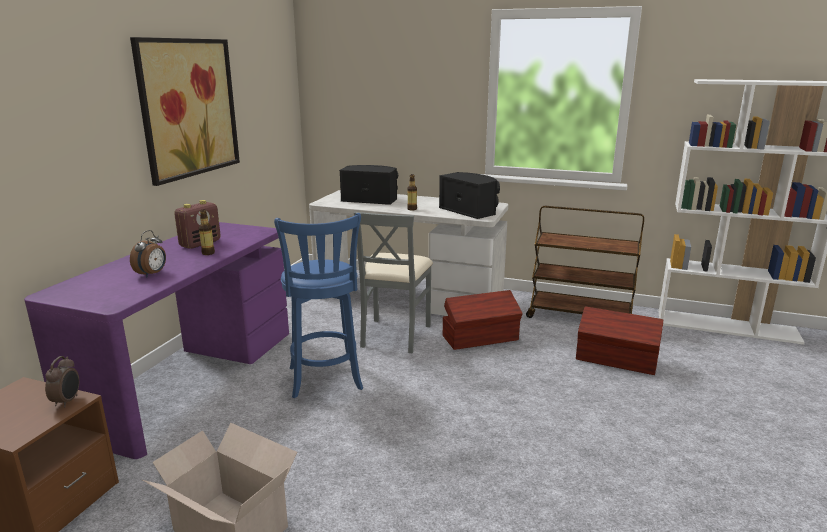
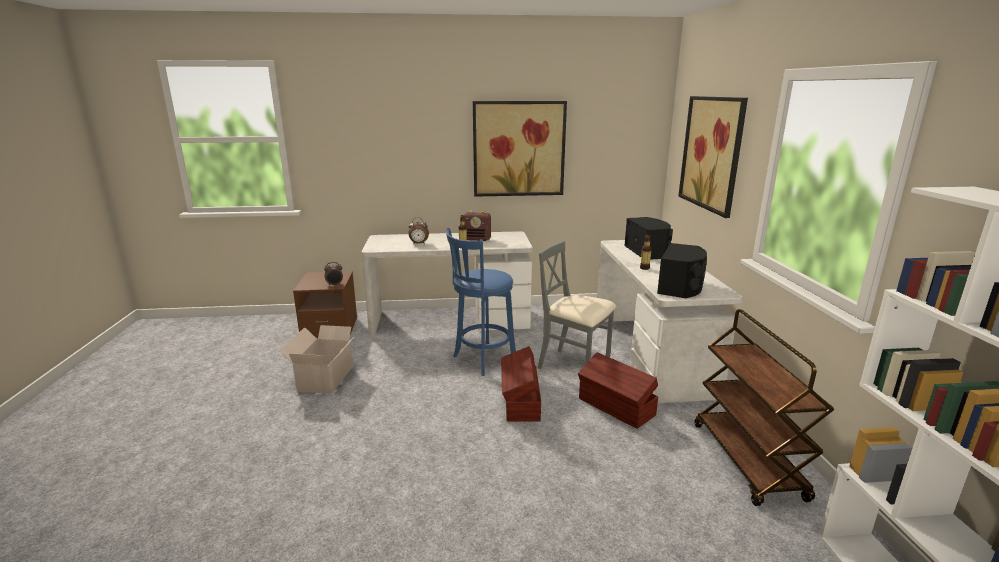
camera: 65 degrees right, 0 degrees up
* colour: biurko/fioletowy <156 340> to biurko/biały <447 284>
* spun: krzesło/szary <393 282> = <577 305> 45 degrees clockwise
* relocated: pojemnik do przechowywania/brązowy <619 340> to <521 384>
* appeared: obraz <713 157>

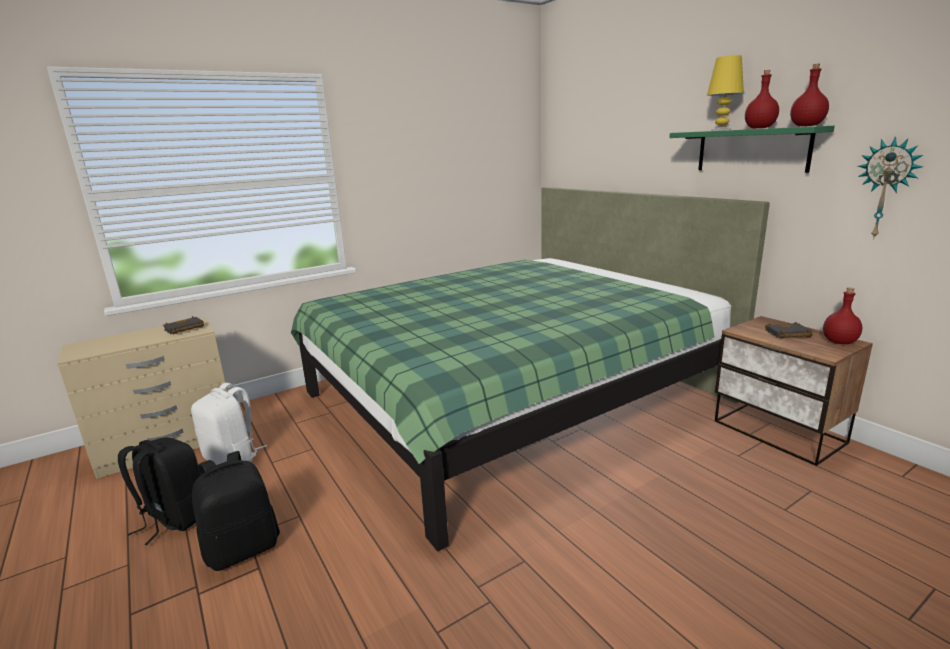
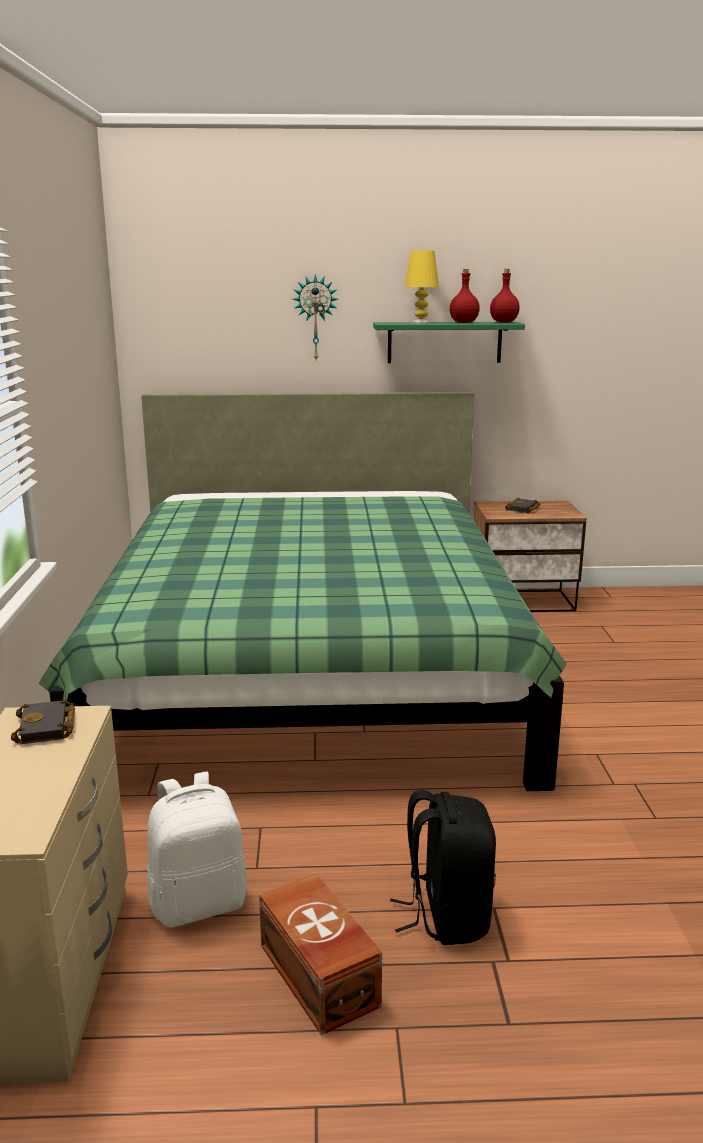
camera: 60 degrees left, 0 degrees up
* exchanged: plecak/czarny <159 491> to pojemnik do przechowywania/brązowy <320 954>
* missing: butelka/czerwony <842 316>
* relocated: zegar ścienny <890 187> to <315 317>

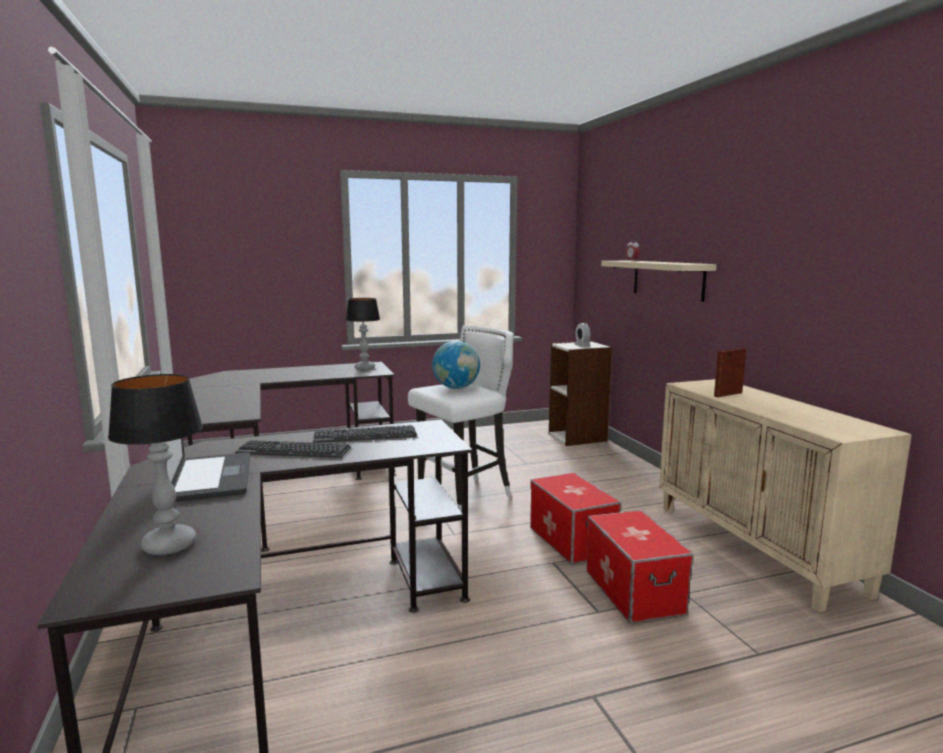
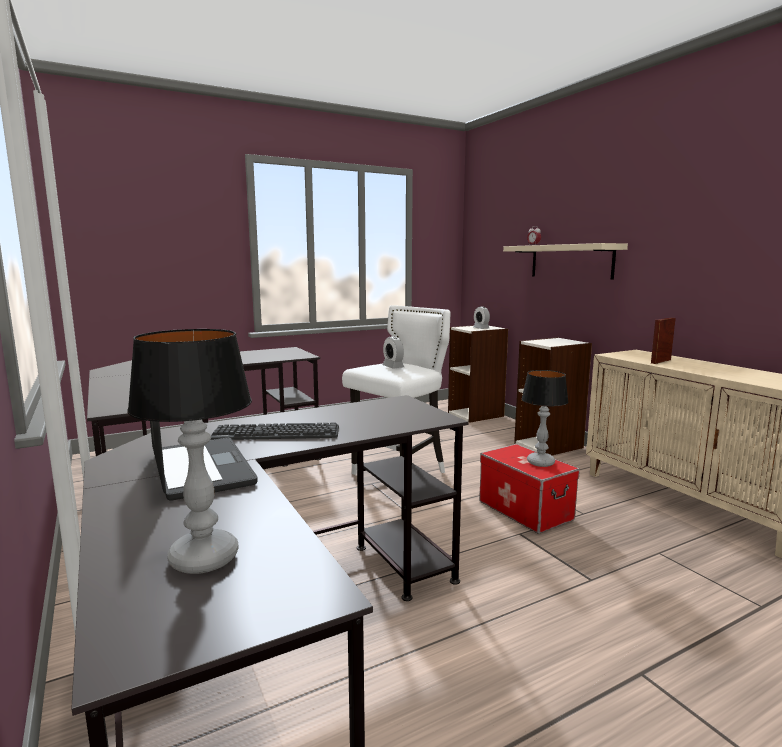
camera: 10 degrees left, 0 degrees up
* missing: klawiatura <365 434>
* relocated: lampa stołowa <363 334> to <544 418>
* exchanged: globus <456 365> to budzik <393 352>
* missing: pojemnik do przechowywania <640 566>
* appeared: regał <553 396>

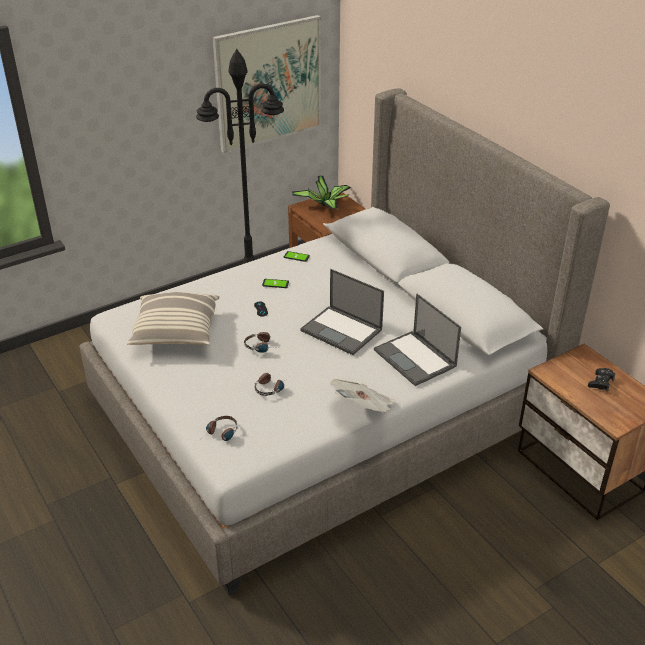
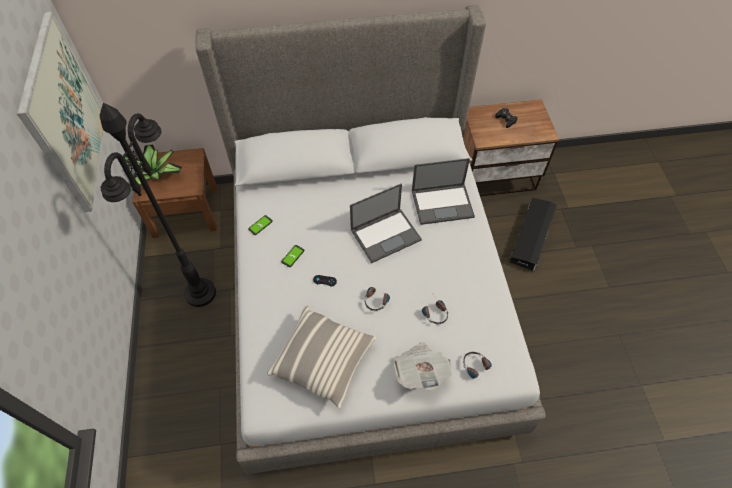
camera: 65 degrees left, 20 degrees up
* relocated: gazeta <363 396> to <423 367>
* appeared: pojemnik do przechowywania/czarny <533 234>

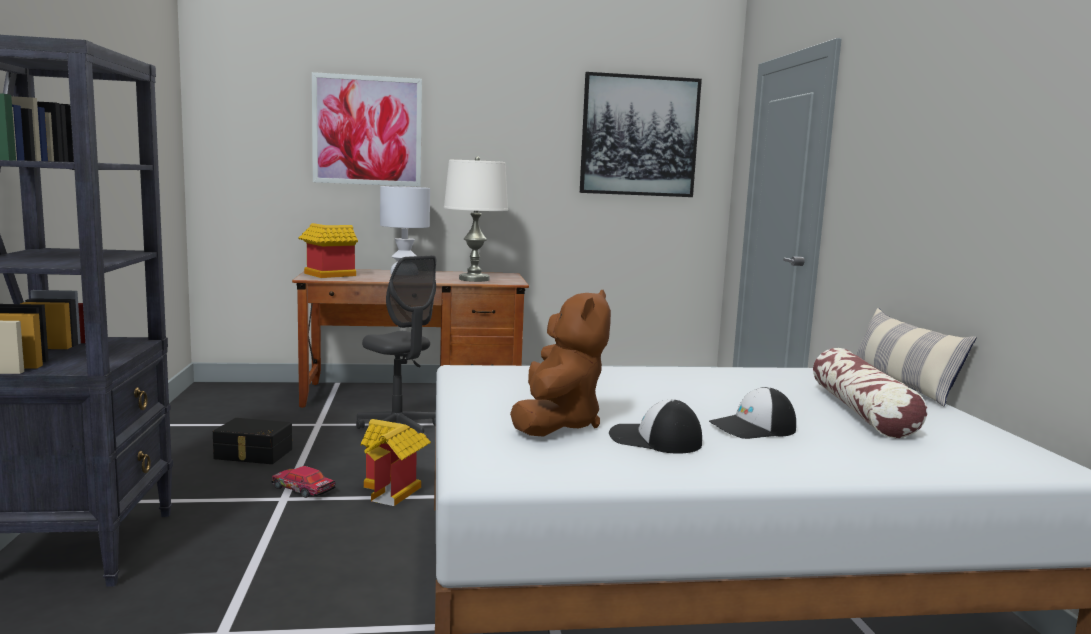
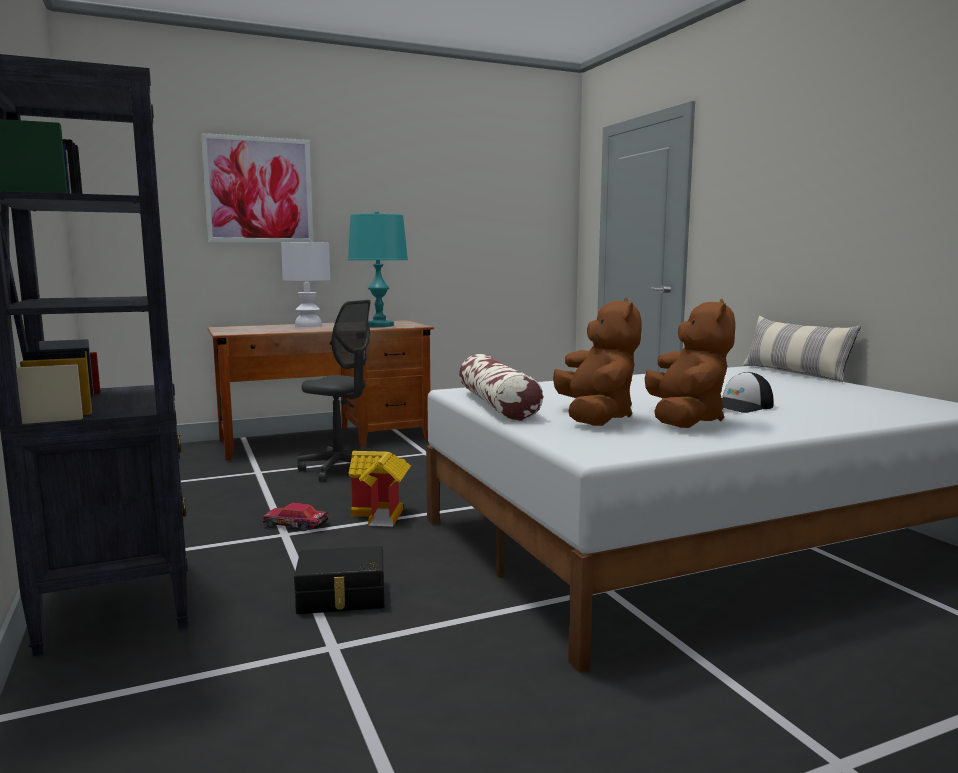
camera: 15 degrees left, 0 degrees up
* relocated: pojemnik do przechowywania/czarny <252 441> to <339 580>
* missing: domek <328 250>
* colour: lampa stołowa/biały <476 219> to lampa stołowa/turkusowy <378 269>
* missing: obraz <641 134>
* exchanged: czapka z daszkiem <655 427> to pluszak/brązowy <690 363>
* relocated: poduszka <870 393> to <501 387>

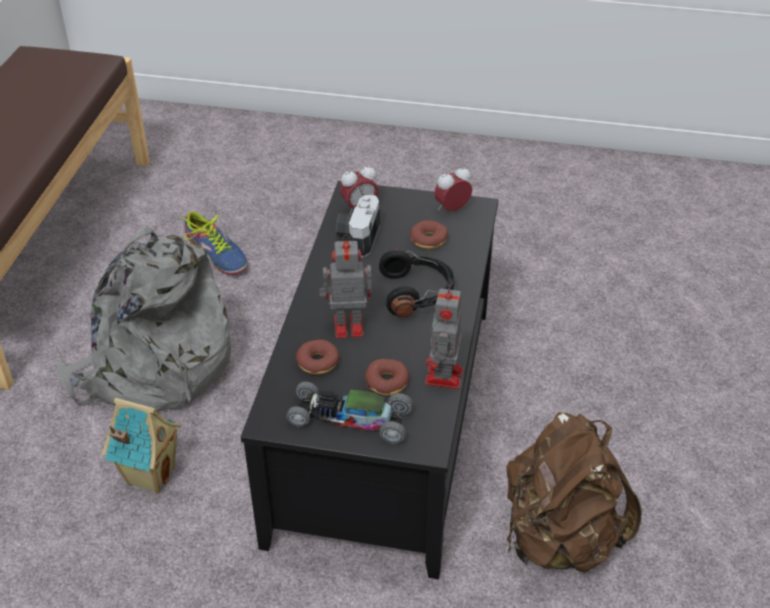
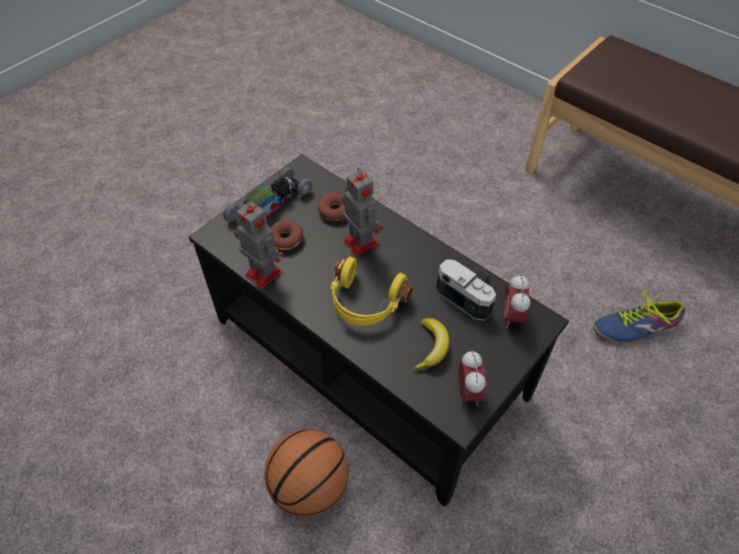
camera: 120 degrees right, 10 degrees up
* missing: plecak/szary <143 319>
* missing: domek <141 446>
* spun: robot zabawkowy <345 286> = <362 211> 60 degrees counterclockwise
* colour: słuchawki/czarny <417 283> to słuchawki/żółty <371 291>
* exchanged: donut <429 234> to banan <430 344>
* missing: plecak/brązowy <574 492>
* appeared: piłka do koszykówki <306 473>

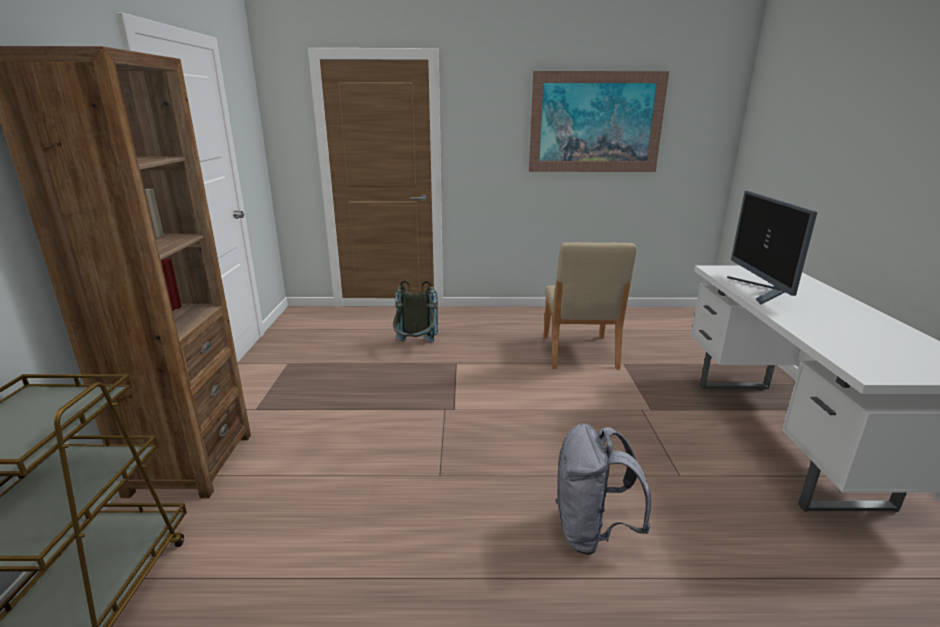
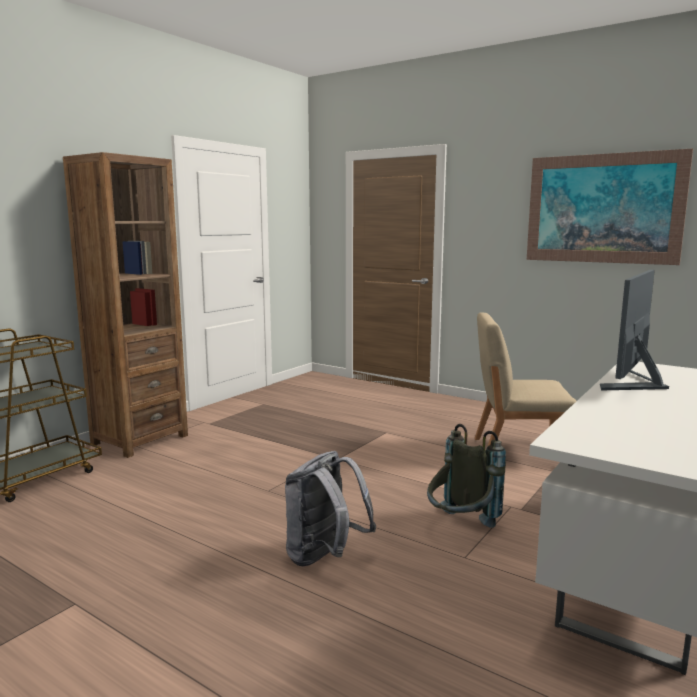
camera: 35 degrees right, 10 degrees down
* relocated: plecak/szary <415 311> to <466 476>
* spun: krzesło/beżowy <590 306> = <525 379> 60 degrees clockwise

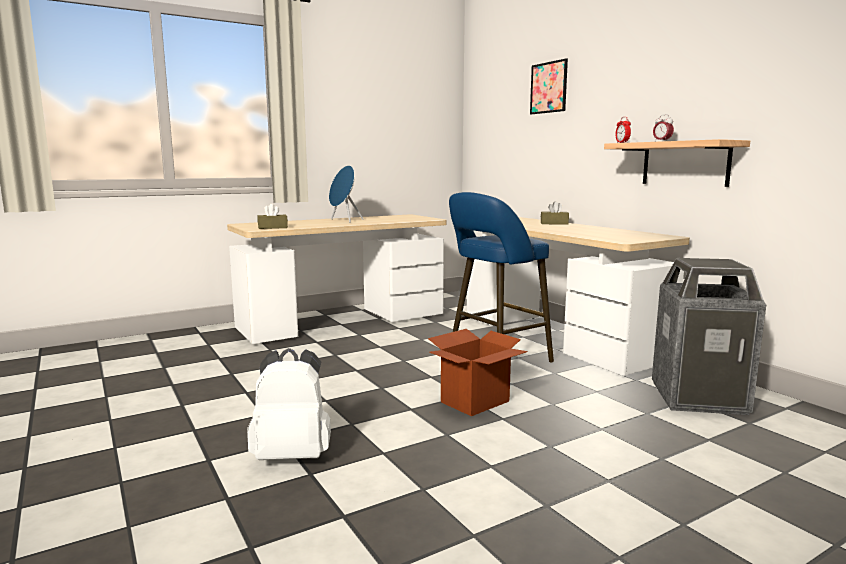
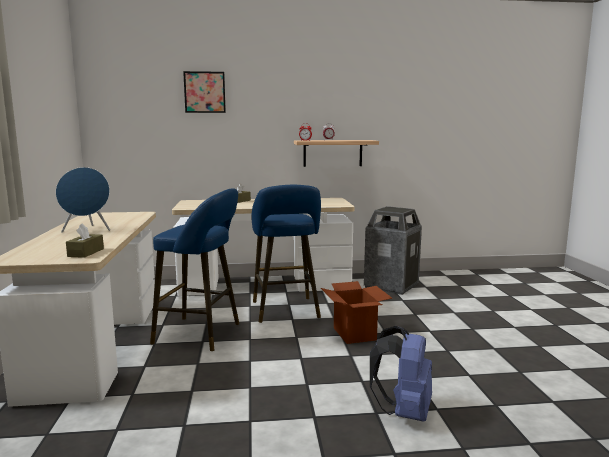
camera: 65 degrees left, 0 degrees up
* colour: plecak/biały <289 404> to plecak/niebieski <401 374>
* appeared: stołek/niebieski <194 269>

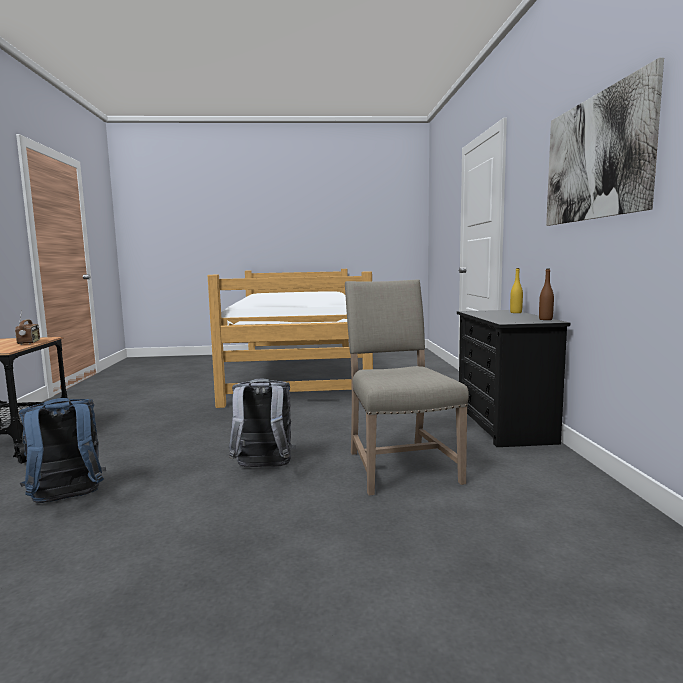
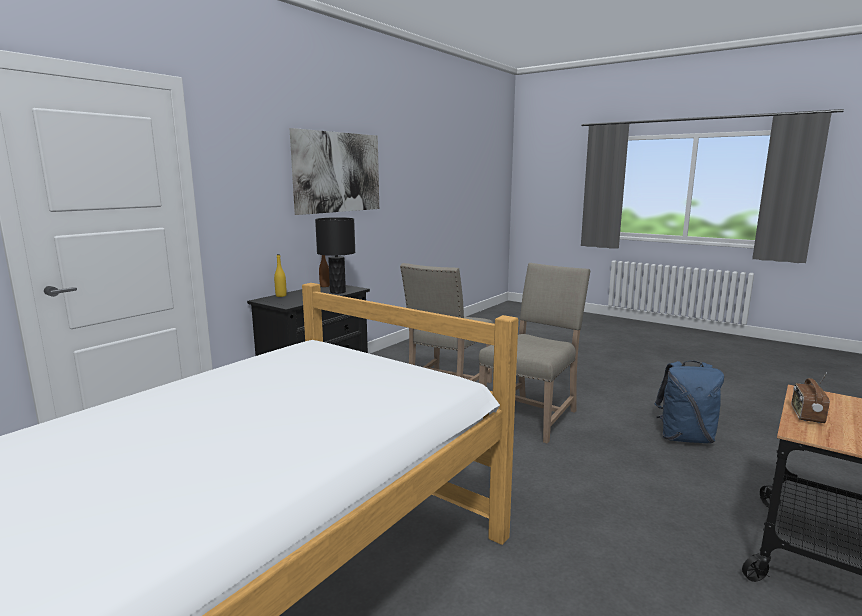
camera: 140 degrees left, 5 degrees up
* exchanged: plecak/szary <262 423> to krzesło/beżowy <535 353>
* appeared: lampa stołowa/czarny <335 255>

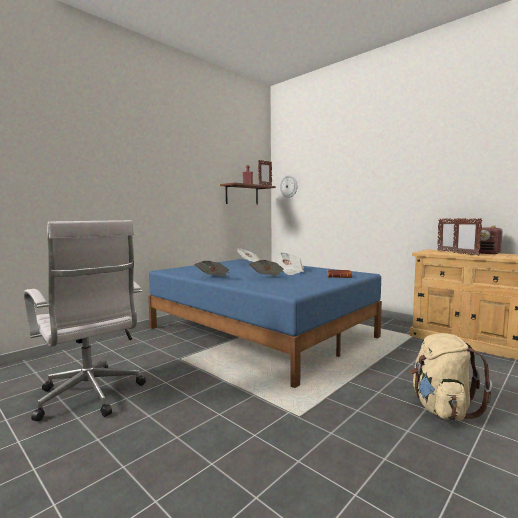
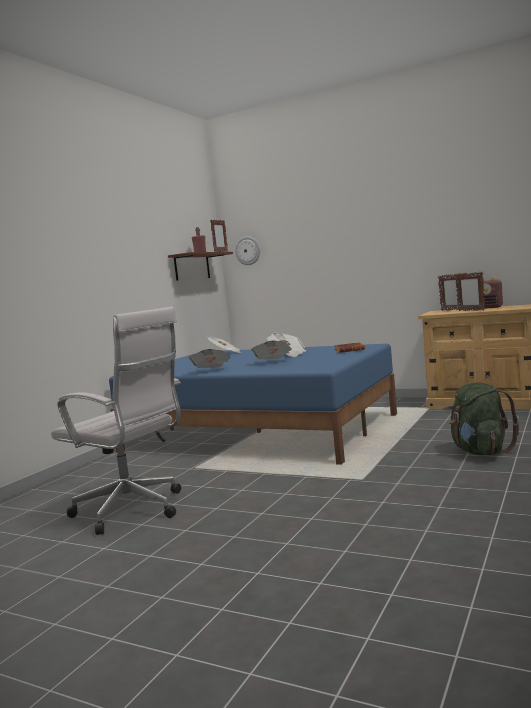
camera: 15 degrees left, 0 degrees up
* colour: plecak/beżowy <450 376> to plecak/zielony <484 418>

